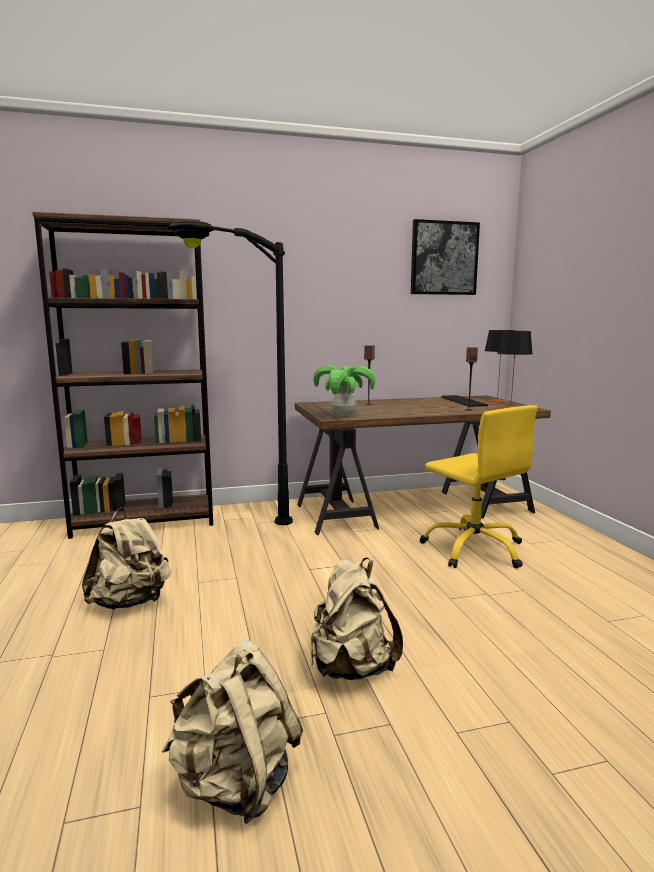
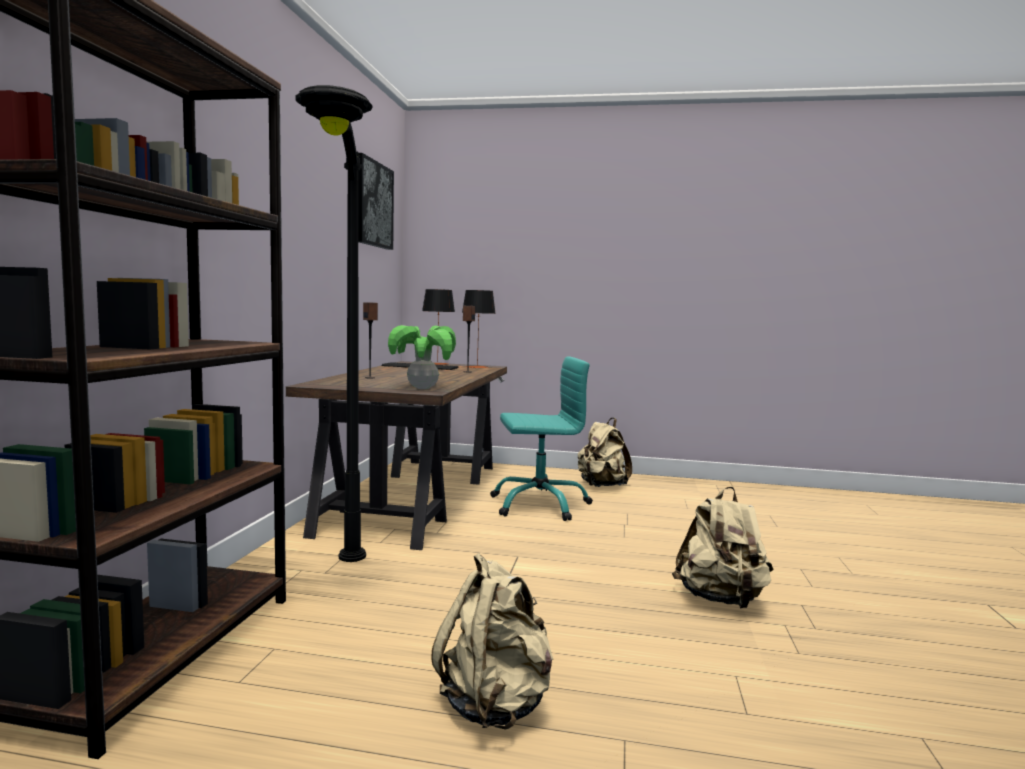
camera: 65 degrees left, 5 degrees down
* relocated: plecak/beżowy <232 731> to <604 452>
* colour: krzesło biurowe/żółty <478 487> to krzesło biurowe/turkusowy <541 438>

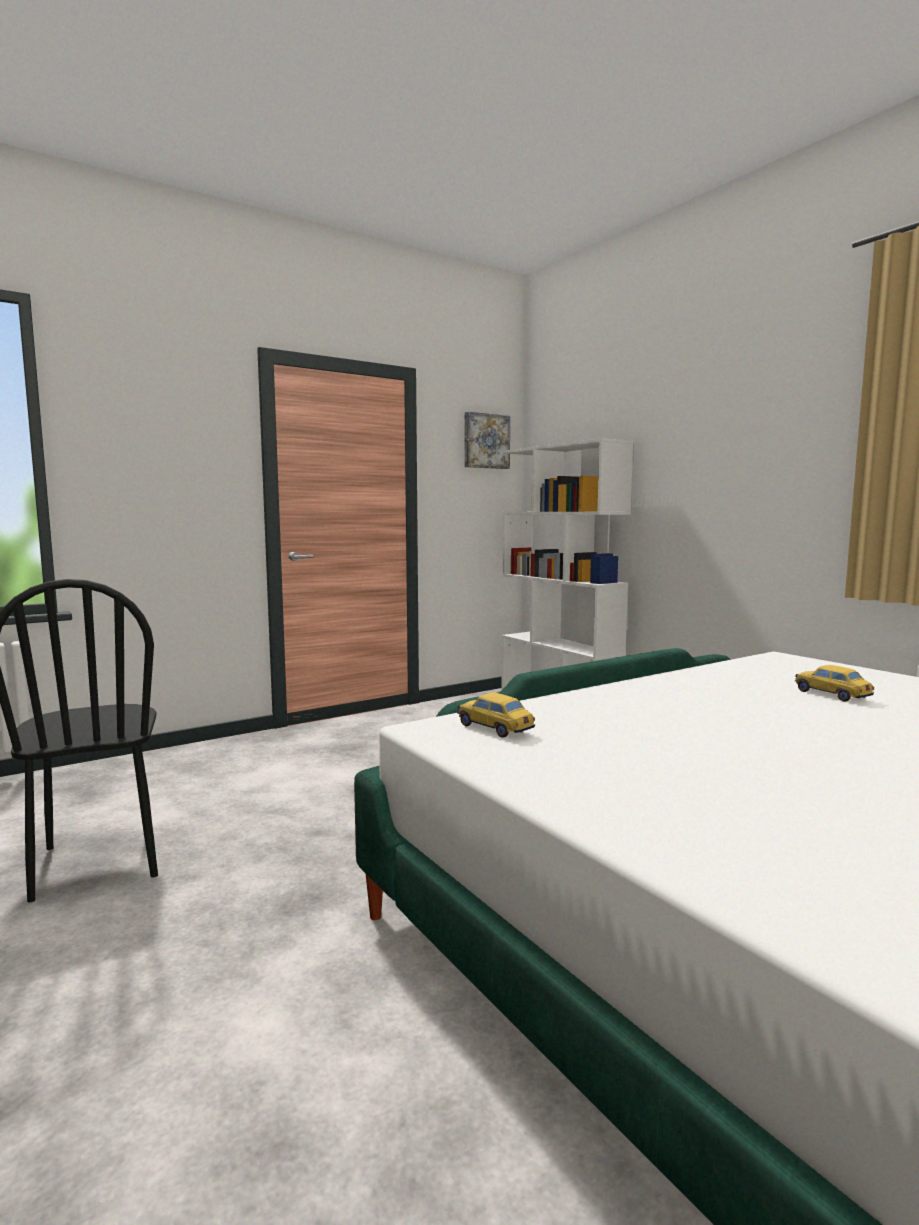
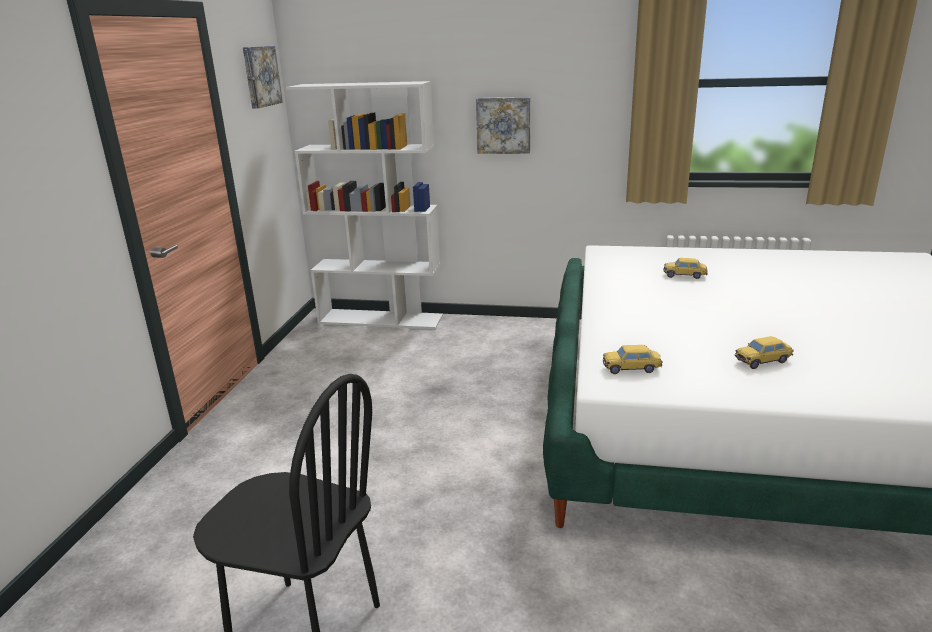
camera: 45 degrees left, 15 degrees up
* appeared: obraz <503 125>
* appeared: samochodzik <764 352>

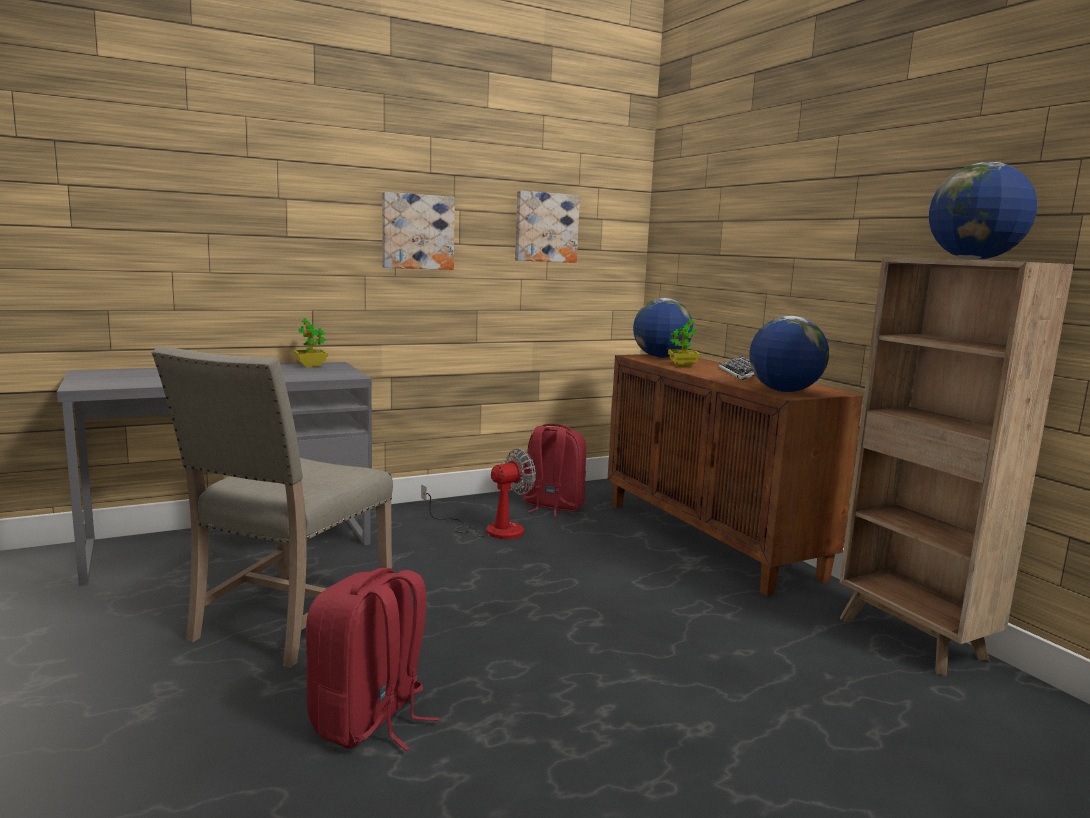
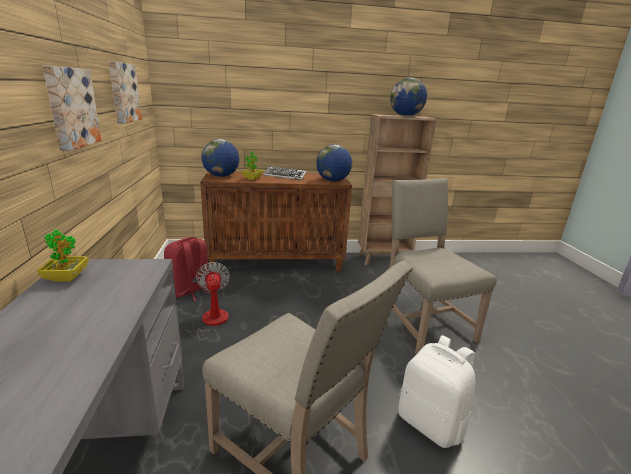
camera: 70 degrees left, 10 degrees up
* colour: plecak/czerwony <373 659> to plecak/biały <437 391>
* appeared: krzesło/beżowy <442 266>

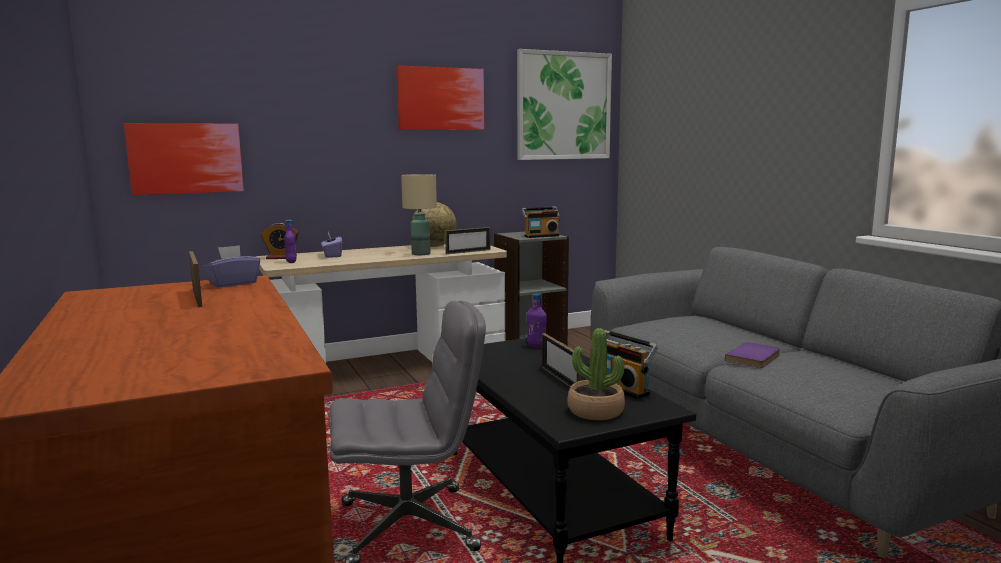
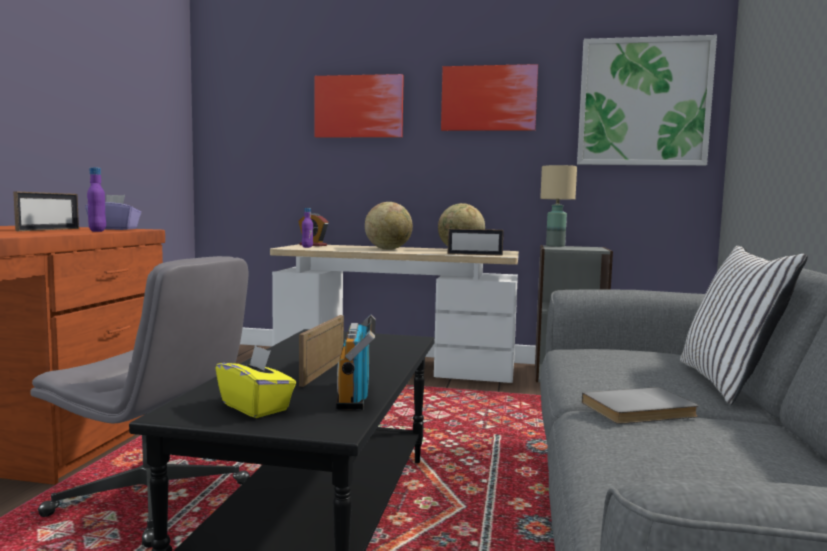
camera: 35 degrees right, 5 degrees down
* relocated: obraz <184 159> to <359 106>
* missing: pudełko chusteczek/fioletowy <331 245>
* relocated: lampa stołowa/beżowy <419 214> to <558 206>
* missing: radio <541 222>
* relocated: butelka/fioletowy <537 320> to <96 199>
* exchanged: roślina doniczkowa <596 374> to pudełko chusteczek/żółty <255 381>
* colour: książka/fioletowy <752 355> to książka/szary <640 405>
* appeared: globus <389 226>
* appeared: poduszka/biały <744 325>

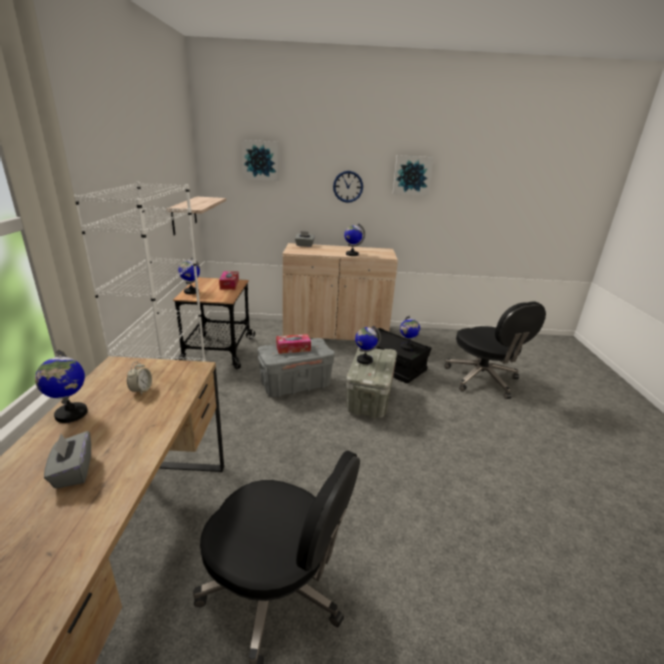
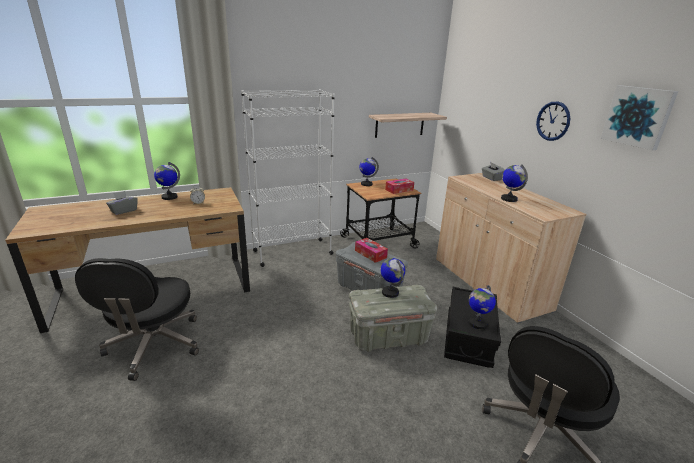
camera: 65 degrees right, 0 degrees up
* missing: obraz <260 160>

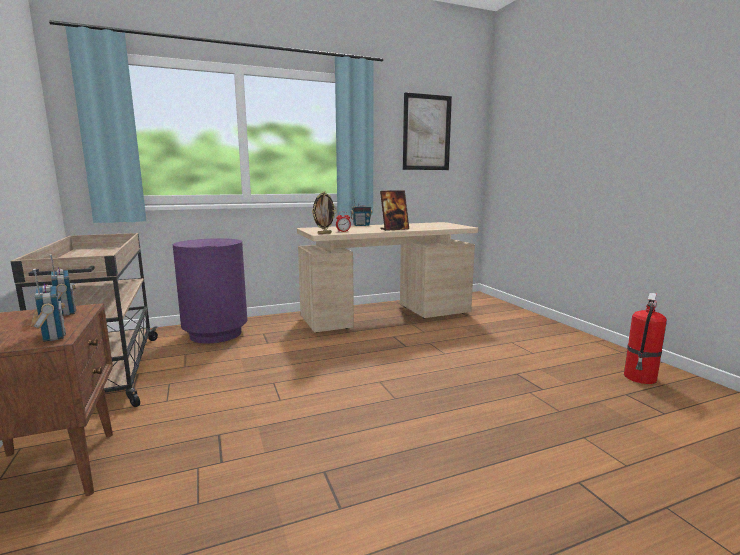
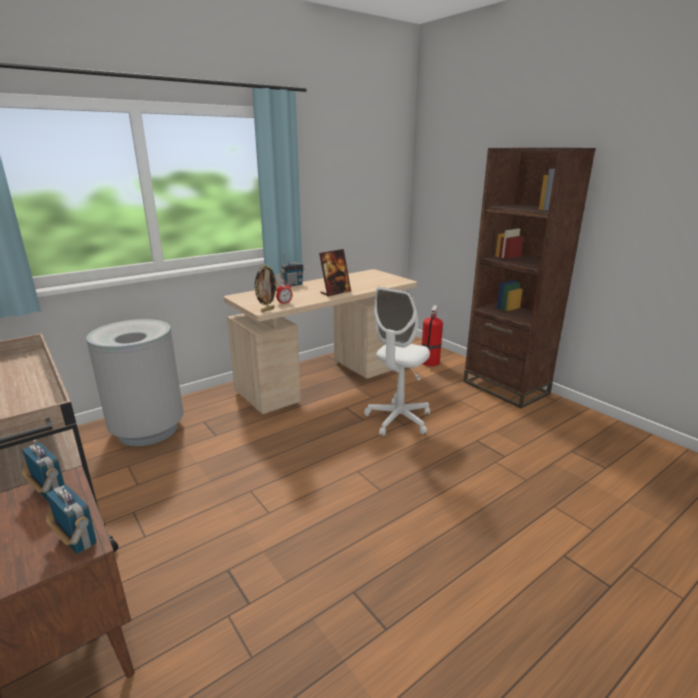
camera: 15 degrees left, 10 degrees up
* colour: kosz na śmieci/fioletowy <210 290> to kosz na śmieci/szary <135 382>
* missing: obraz <427 131>
* relocated: gaśnica <645 338> to <432 335>
* appeared: krzesło biurowe/biały <397 361>
* appeared: regał/brązowy <529 278>

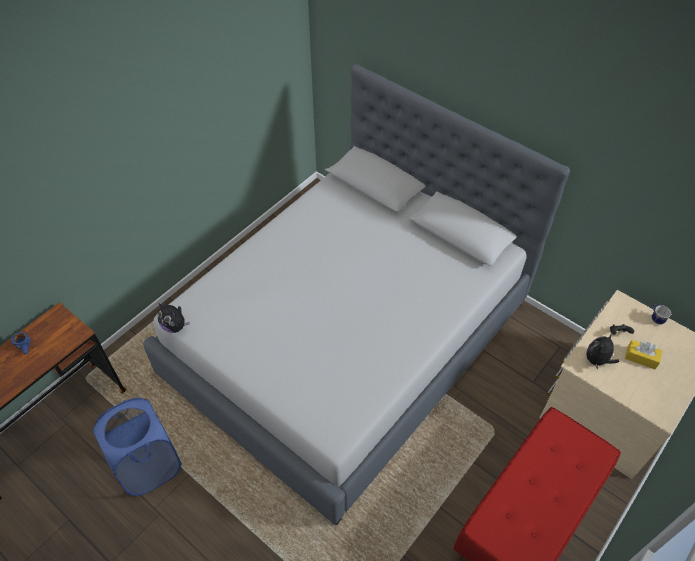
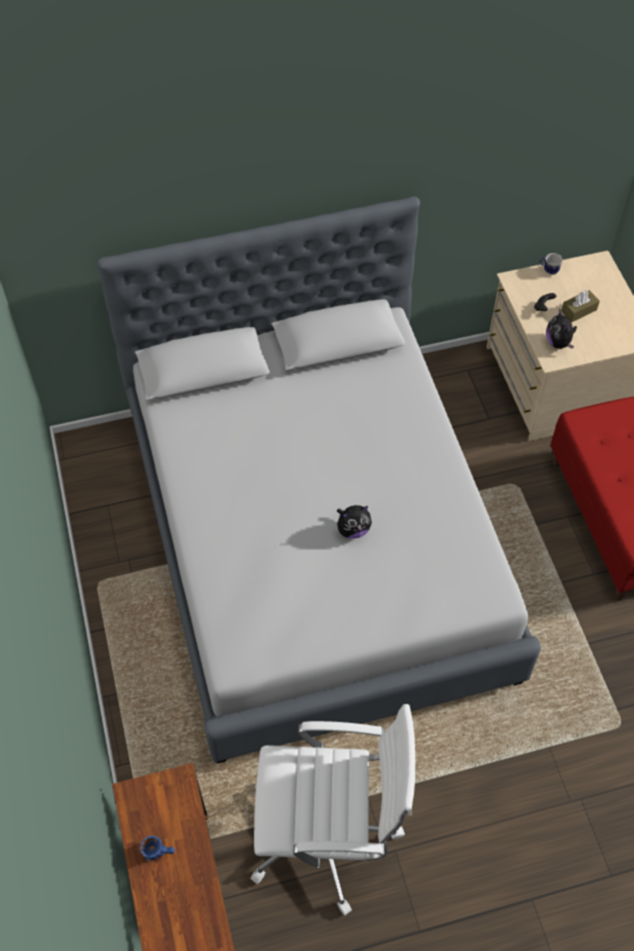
camera: 55 degrees left, 5 degrees up
* exchanged: kosz na pranie/niebieski <137 447> to krzesło biurowe/biały <333 810>
* relocated: pluszak <174 318> to <354 522>
* colour: pudełko chusteczek/żółty <644 354> to pudełko chusteczek/brązowy <580 306>

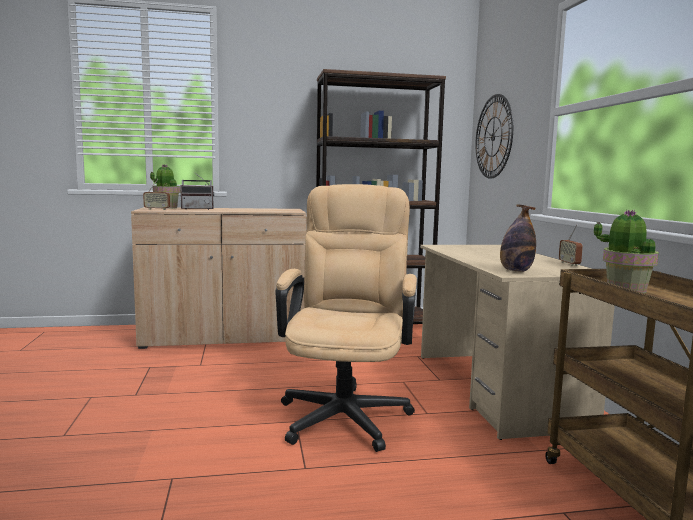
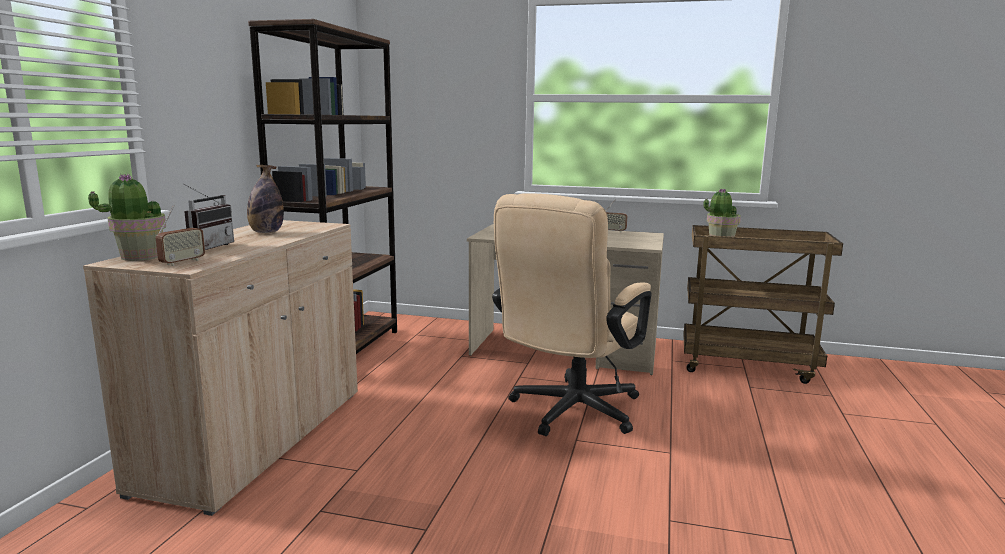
camera: 65 degrees left, 5 degrees up
* spun: krzesło biurowe/beżowy <346 318> = <571 315> 90 degrees counterclockwise
* missing: zegar ścienny <494 136>
* relocated: butelka <518 238> to <265 199>

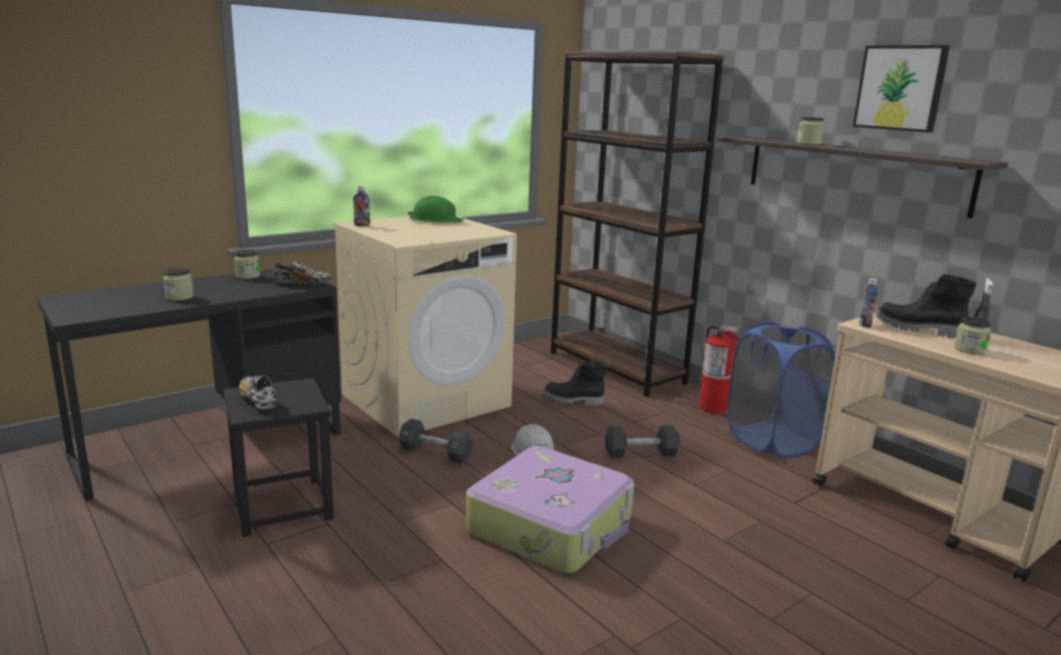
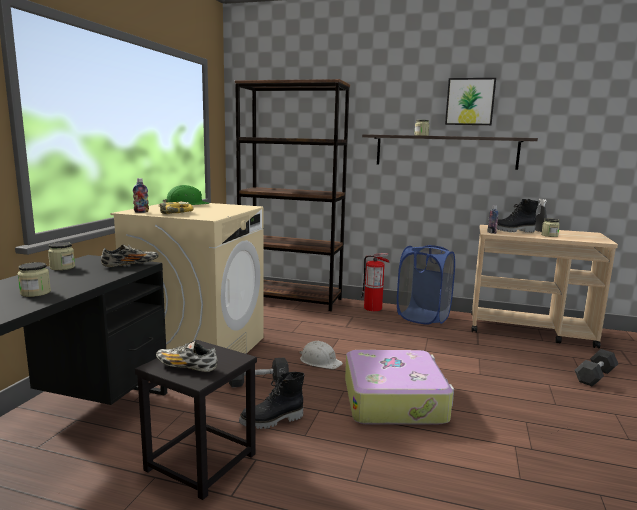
camera: 35 degrees left, 5 degrees down
* relocated: but z cholewką/czarny <575 383> to <271 400>
* relocated: hantel/czarny <642 441> to <596 368>
* appeared: wiertarka <176 207>

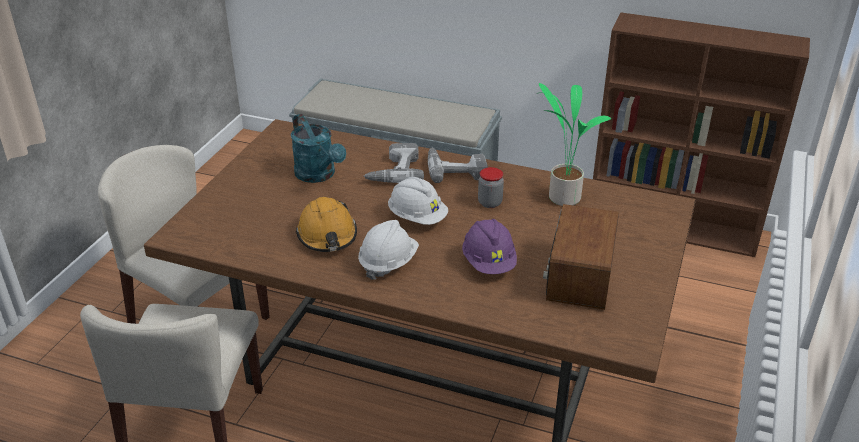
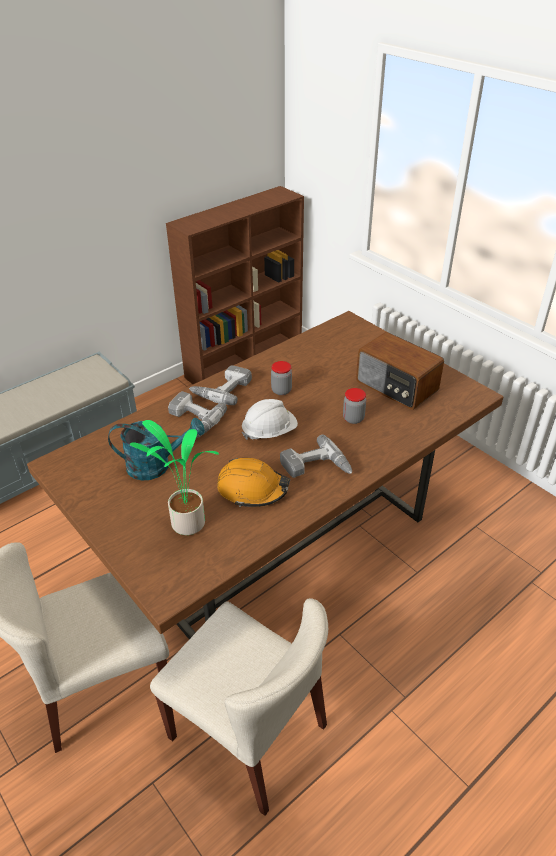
camera: 60 degrees left, 5 degrees up
* exchanged: kask/biały <388 250> to wiertarka <316 456>
* exchanged: kask/fioletowy <489 246> to słoik <354 406>
* relocated: roślina doniczkowa <574 144> to <174 477>

